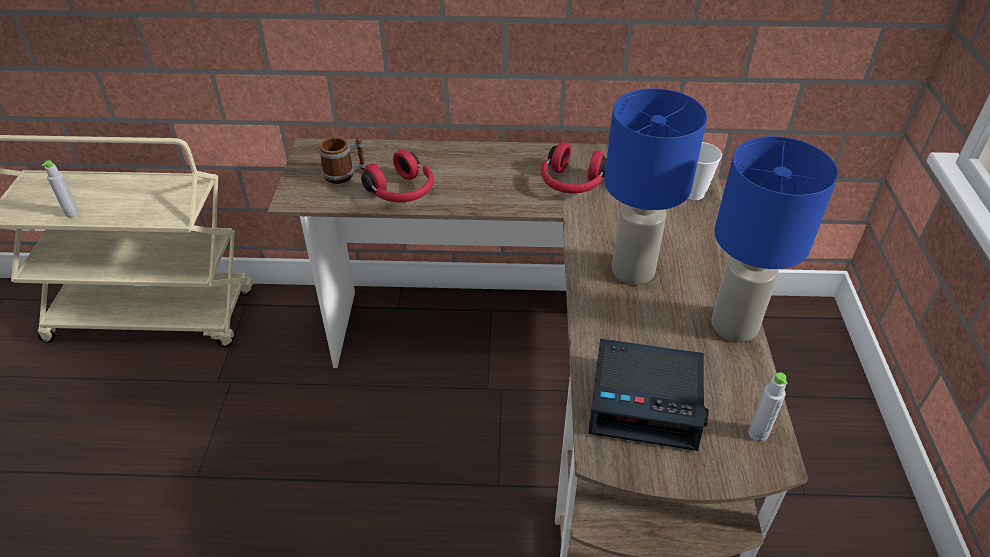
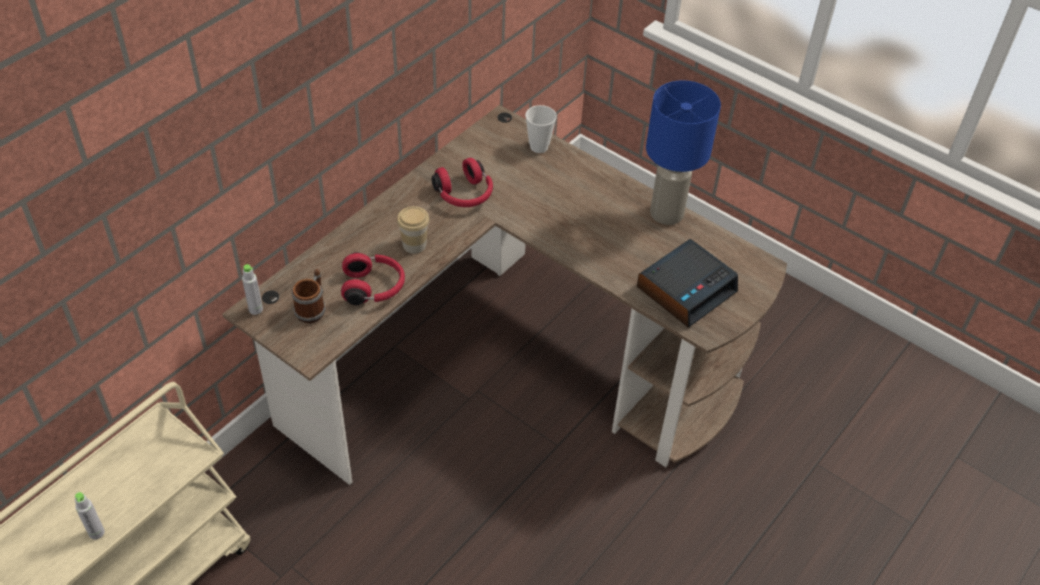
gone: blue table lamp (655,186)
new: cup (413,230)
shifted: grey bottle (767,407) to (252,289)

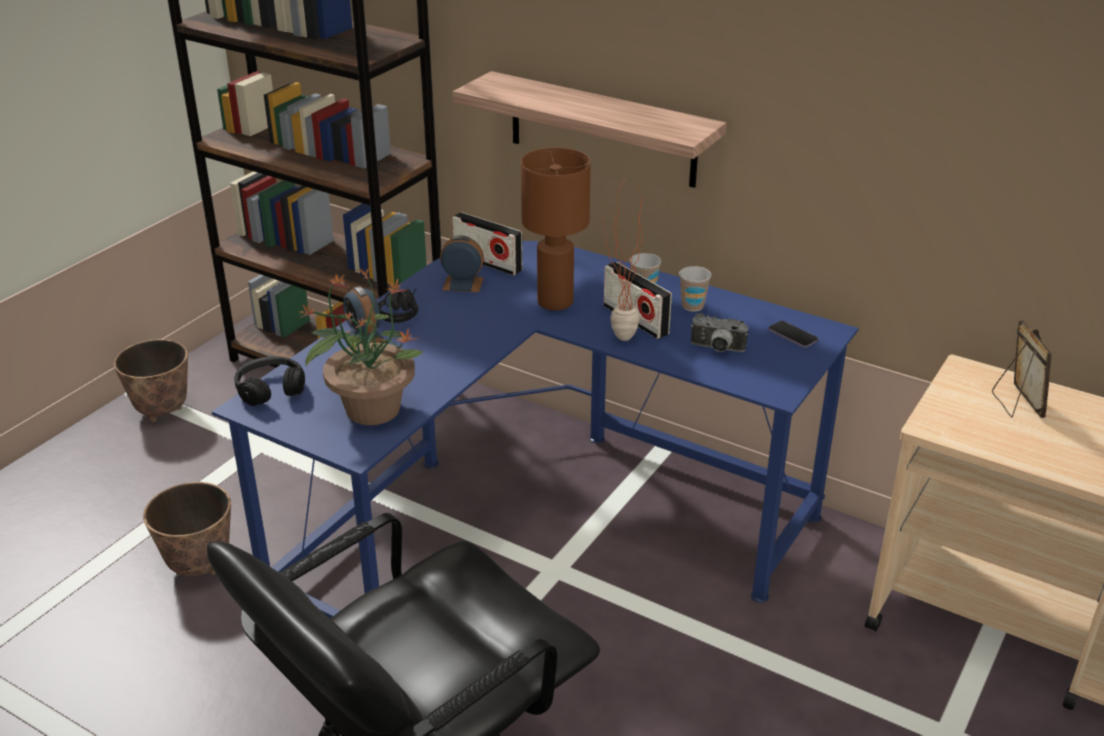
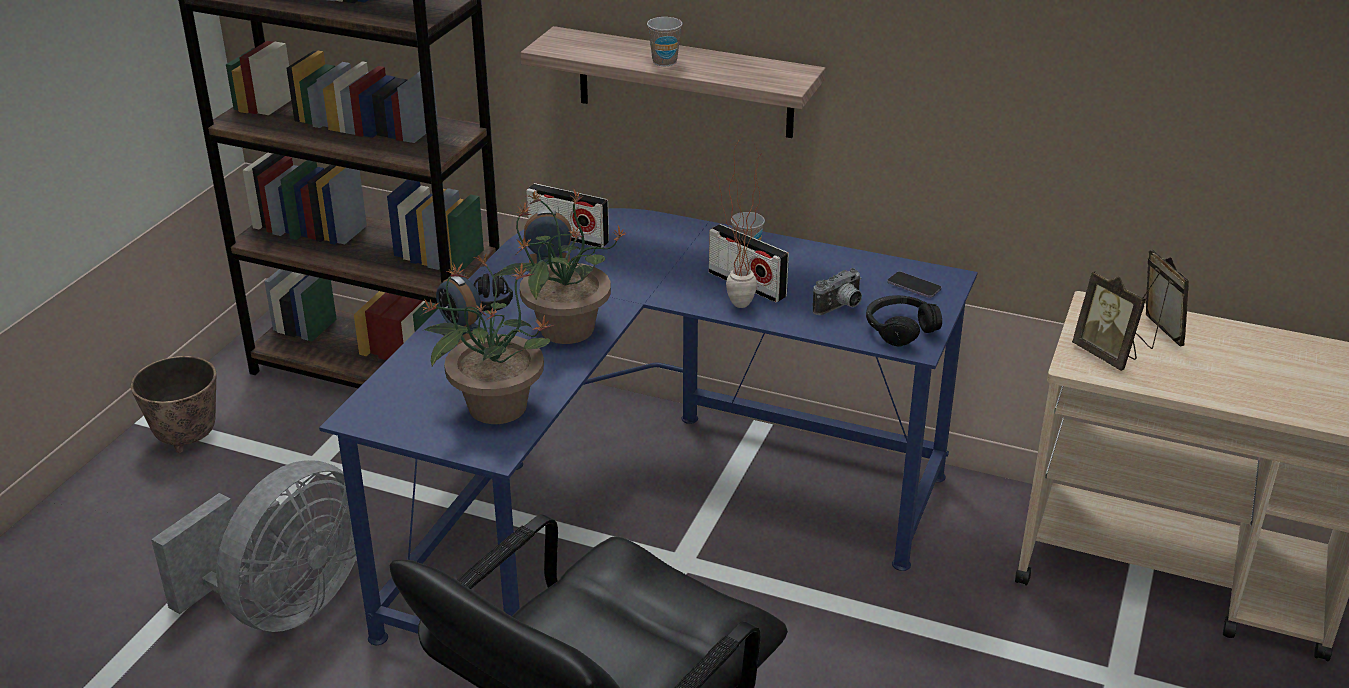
gone: brown table lamp (556,228)
new: potted plant (559,266); picture frame (1109,321)
shifted: black headphones (269,381) to (904,321); cup (695,289) to (665,41)
swapped: planter (187,529) to grey fan (254,546)
rotated: photo camera (719,332) = (837,291) 45 degrees counterclockwise

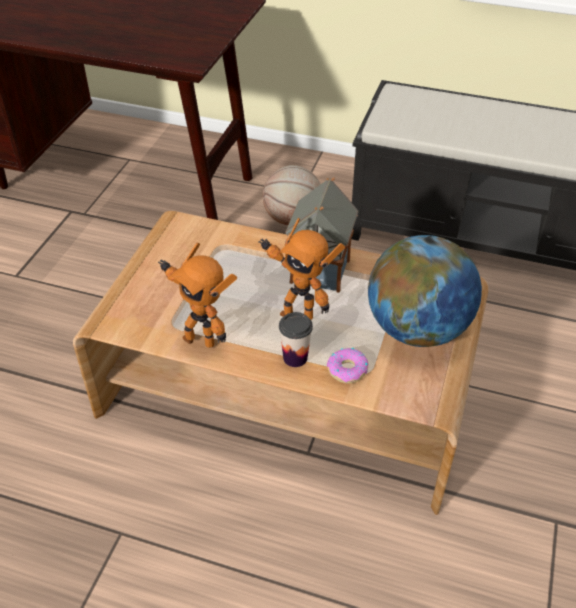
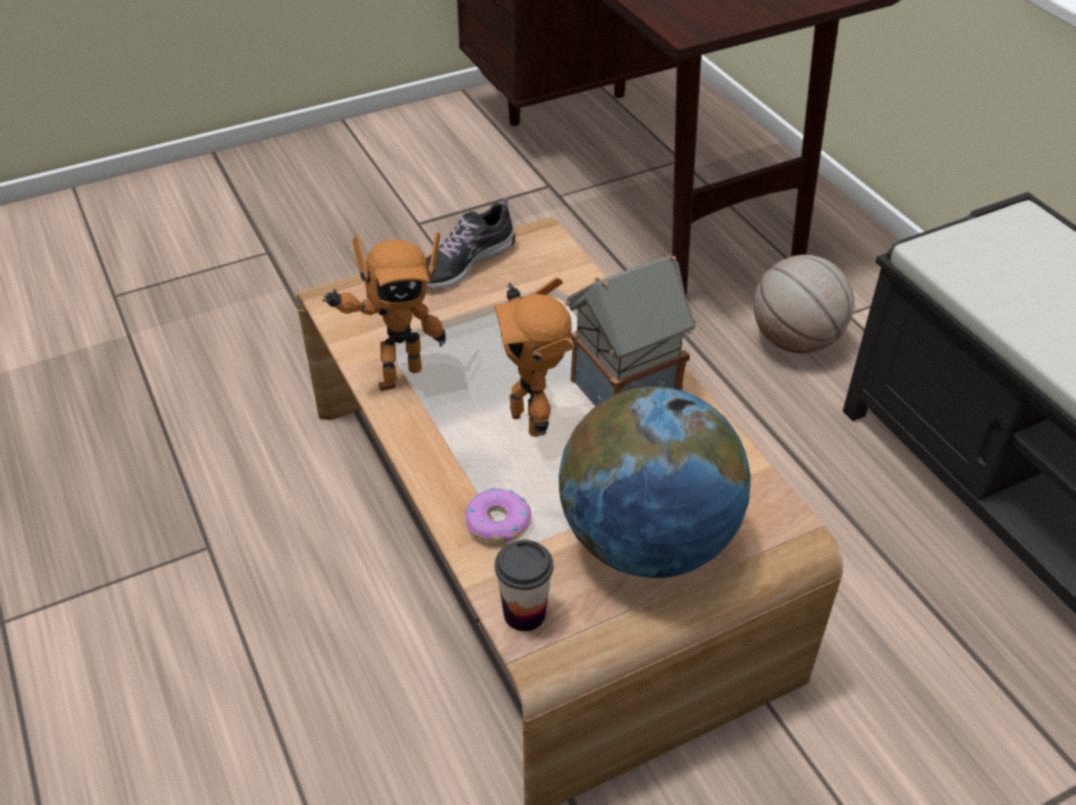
new: shoe (470,243)
shifted: cup (296,339) to (524,585)
rotated: toy robot (197,295) = (384,311) 105 degrees counterclockwise

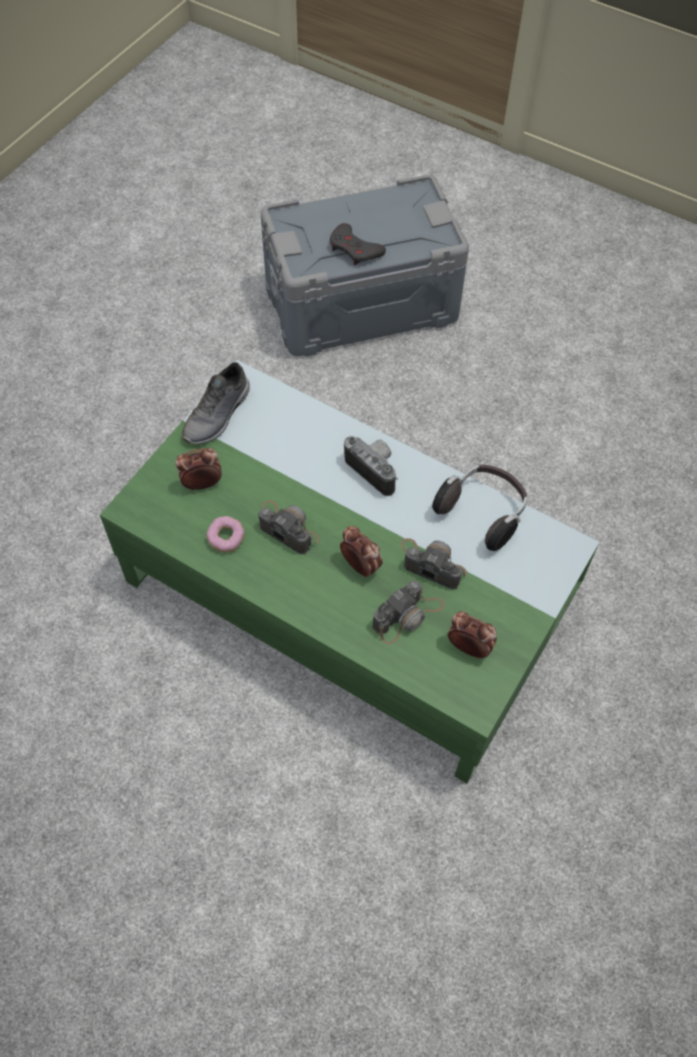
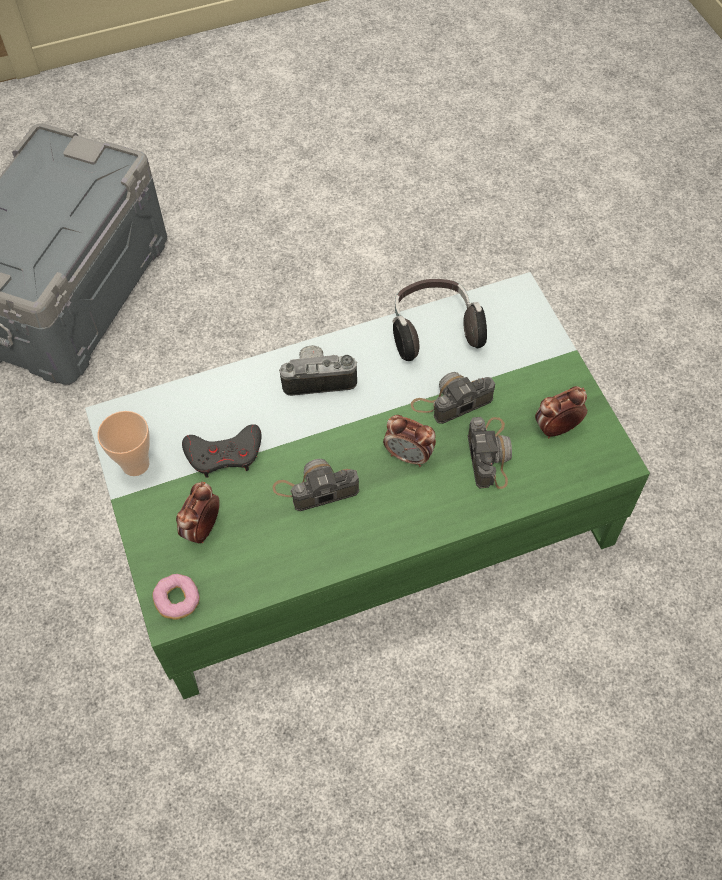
shifted: donut (225,534) to (176,597); grey game controller (358,244) to (222,451)
swapped: grey shoe (216,403) to cup (123,443)
rotated: alarm clock (361,552) = (409,441) 150 degrees counterclockwise

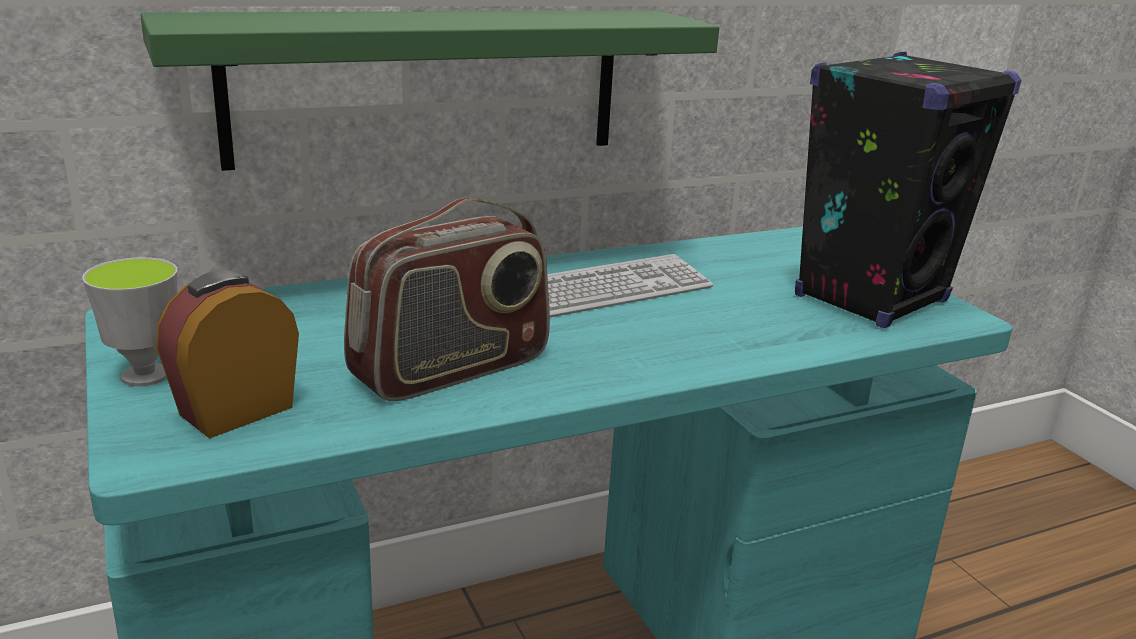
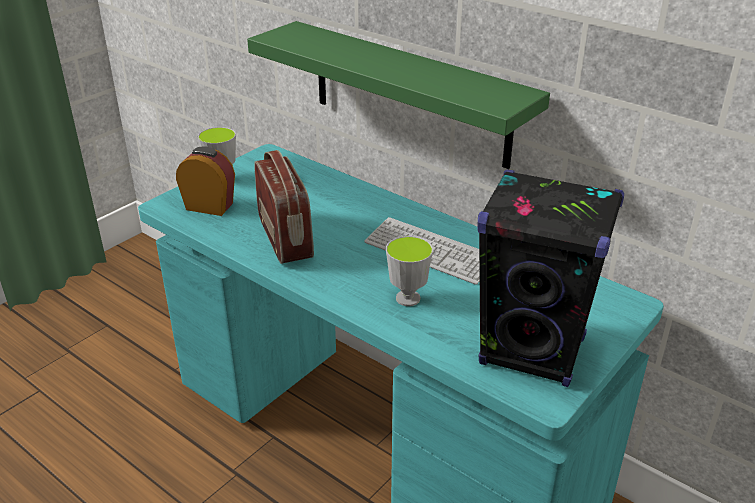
new: cup (409,271)
rotated: radio (447,299) = (284,207) 135 degrees counterclockwise

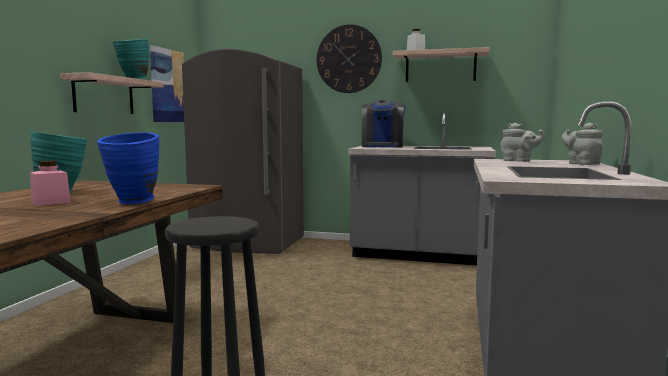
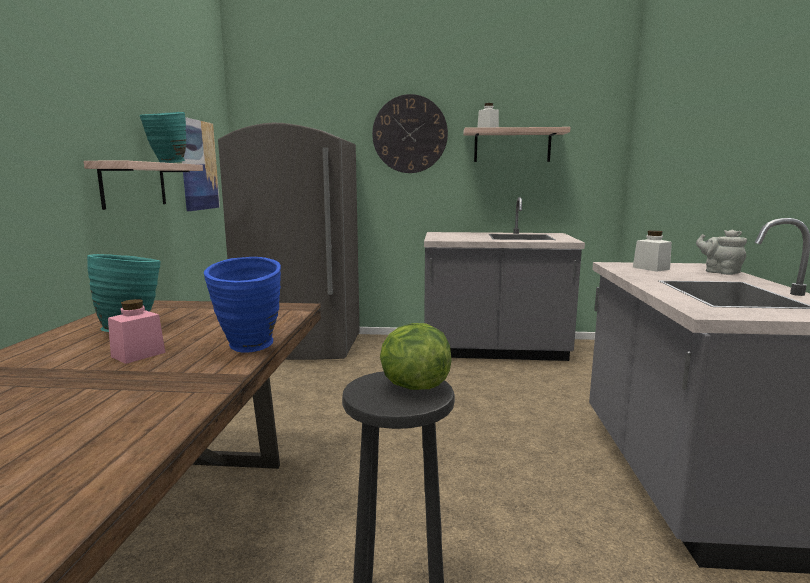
gone: coffee machine (383,123)
new: lettuce (416,356)
swapped: grey teapot (522,142) to white jar (652,251)

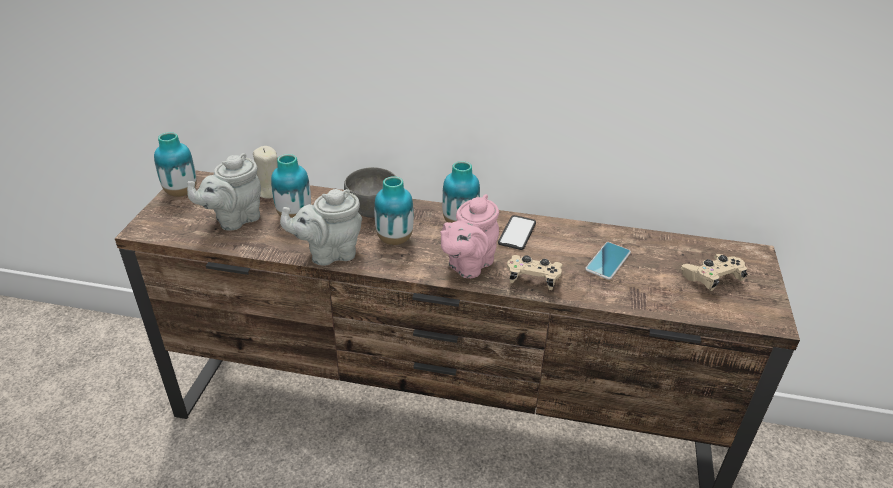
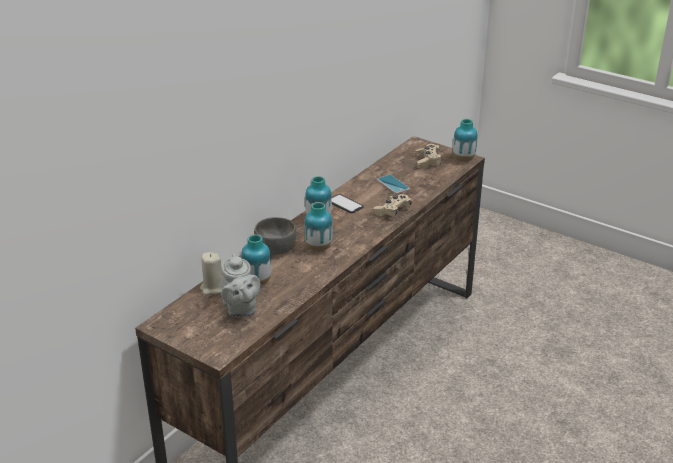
gone: grey teapot (321,227); pink teapot (469,236)
shifted: vase (175,164) to (465,140)

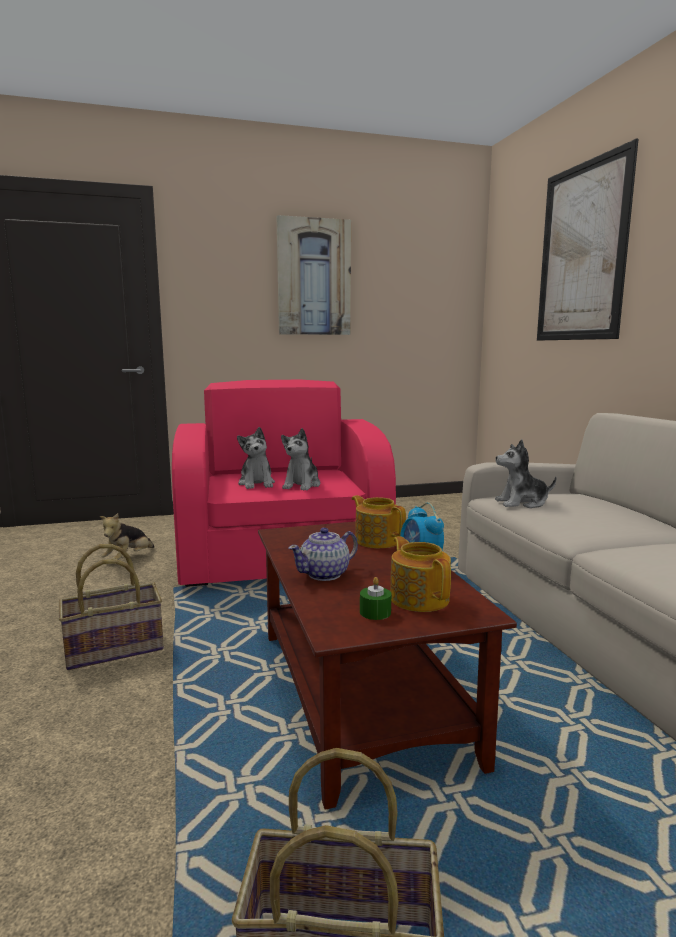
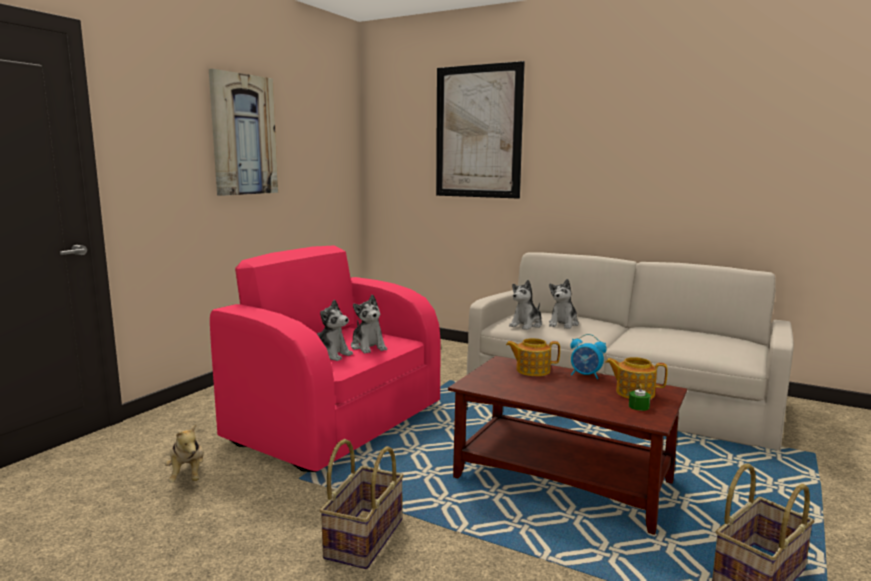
gone: teapot (323,554)
new: plush toy (564,304)

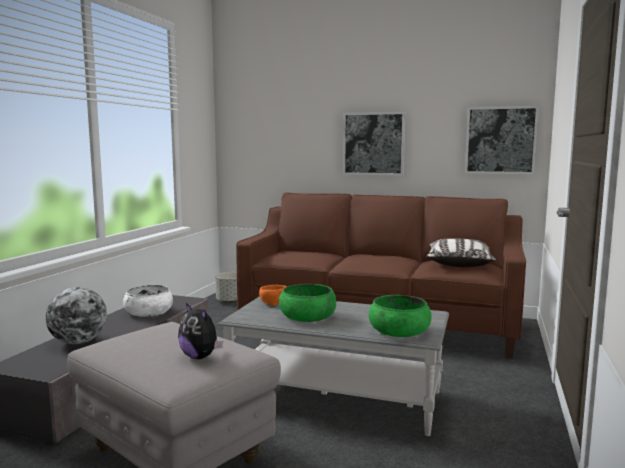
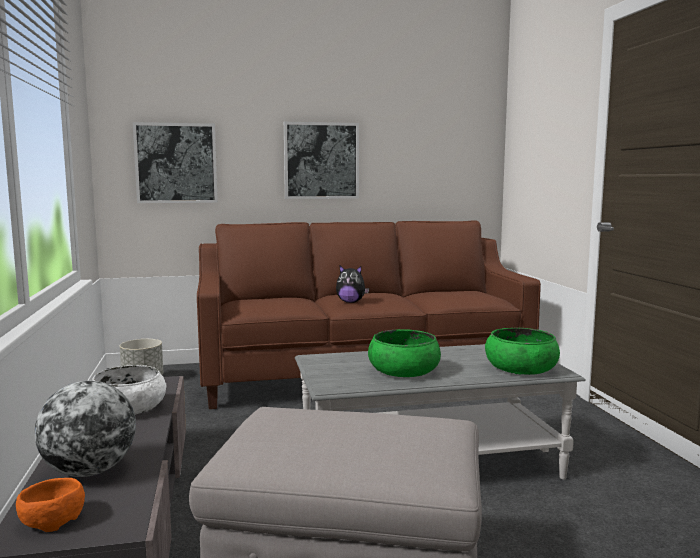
gone: pillow (461,252)
shifted: plush toy (200,331) to (352,284); orange bowl (273,295) to (50,505); picture (502,140) to (175,162)

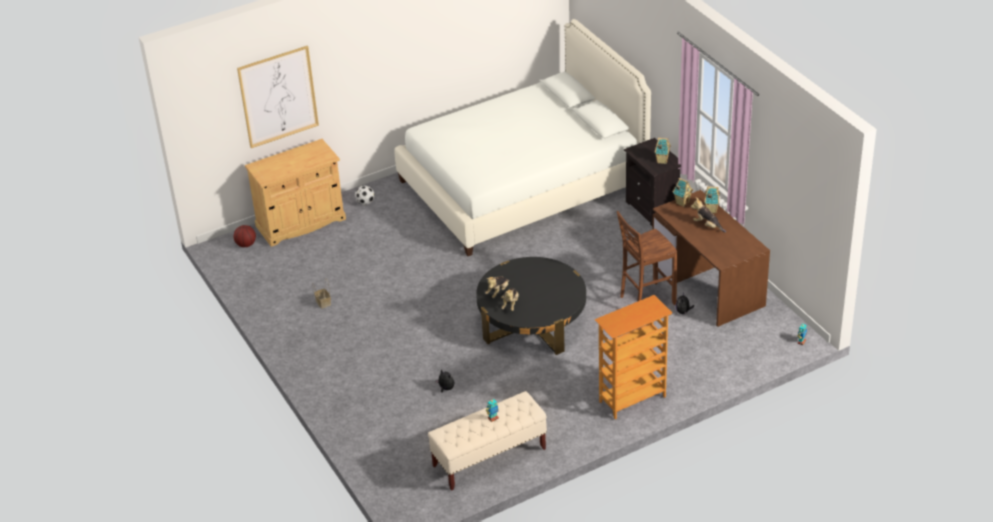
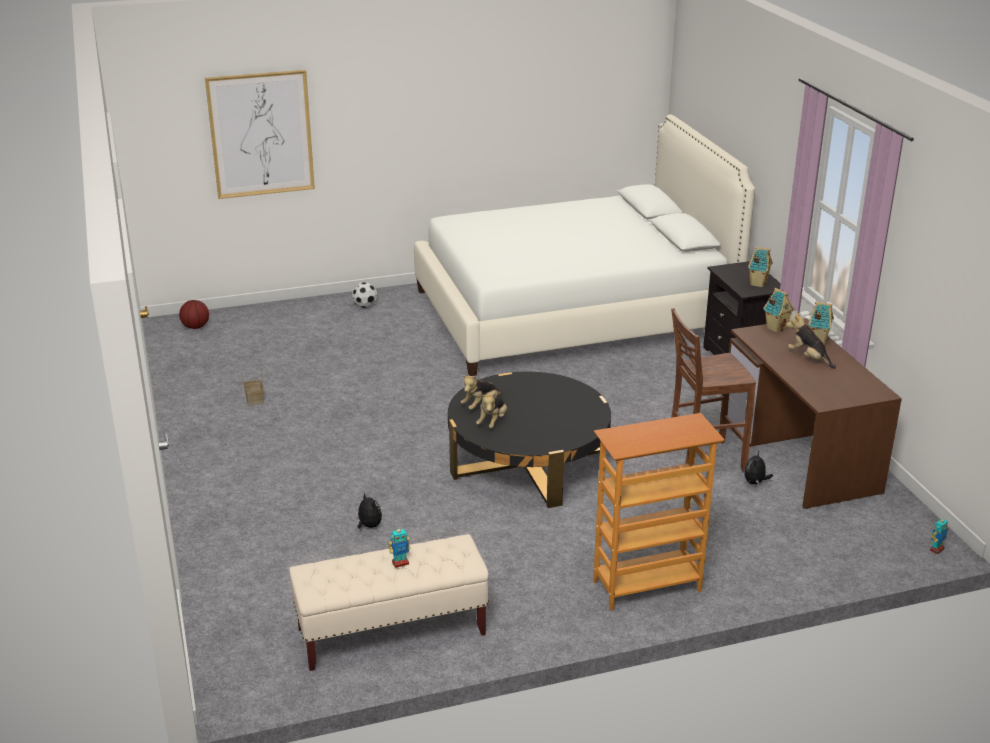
gone: beige cabinet (295,193)

